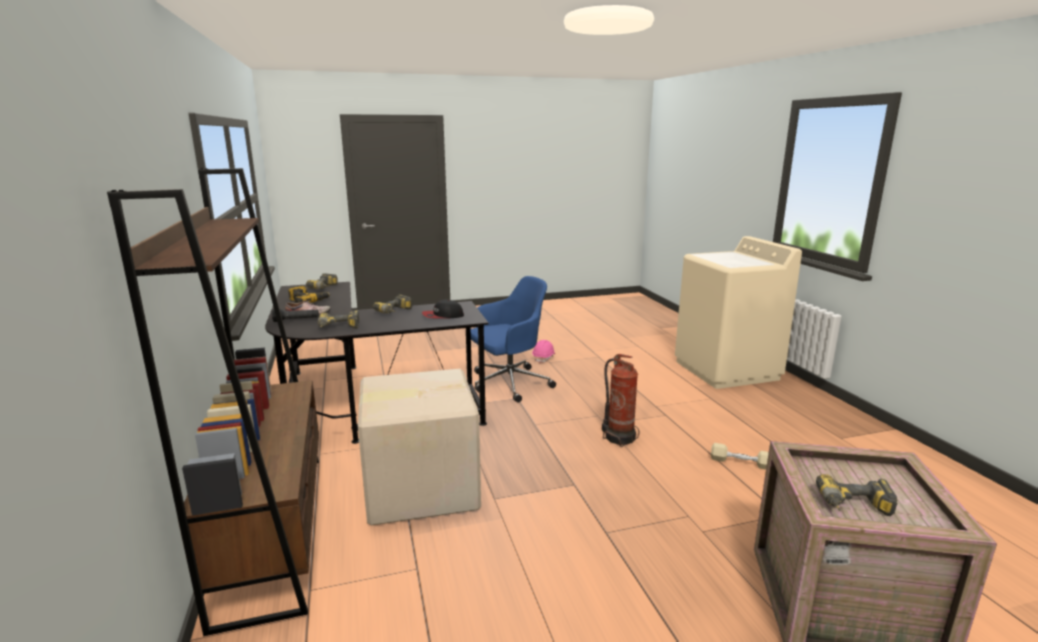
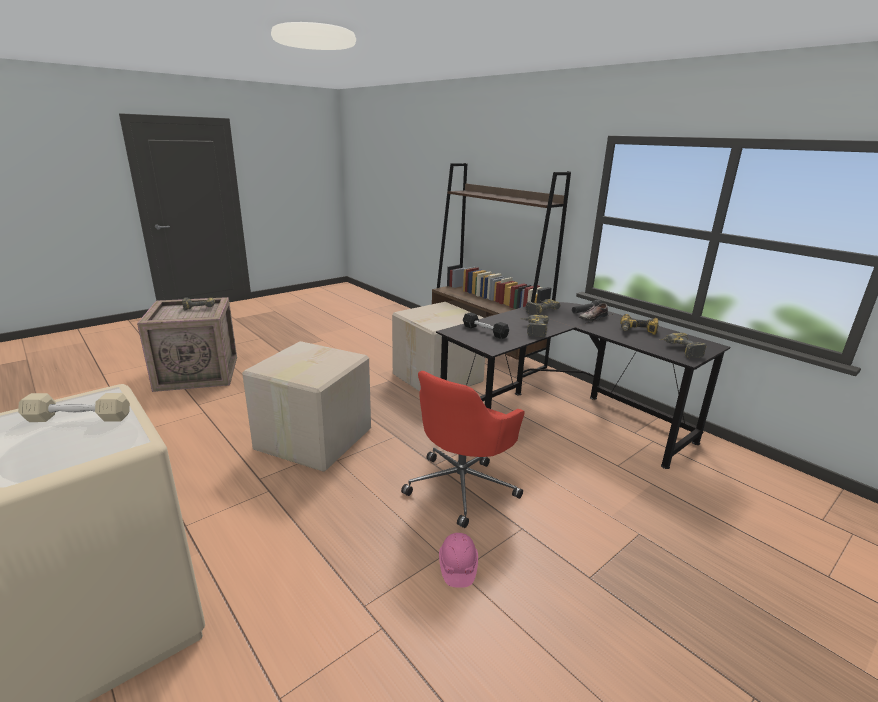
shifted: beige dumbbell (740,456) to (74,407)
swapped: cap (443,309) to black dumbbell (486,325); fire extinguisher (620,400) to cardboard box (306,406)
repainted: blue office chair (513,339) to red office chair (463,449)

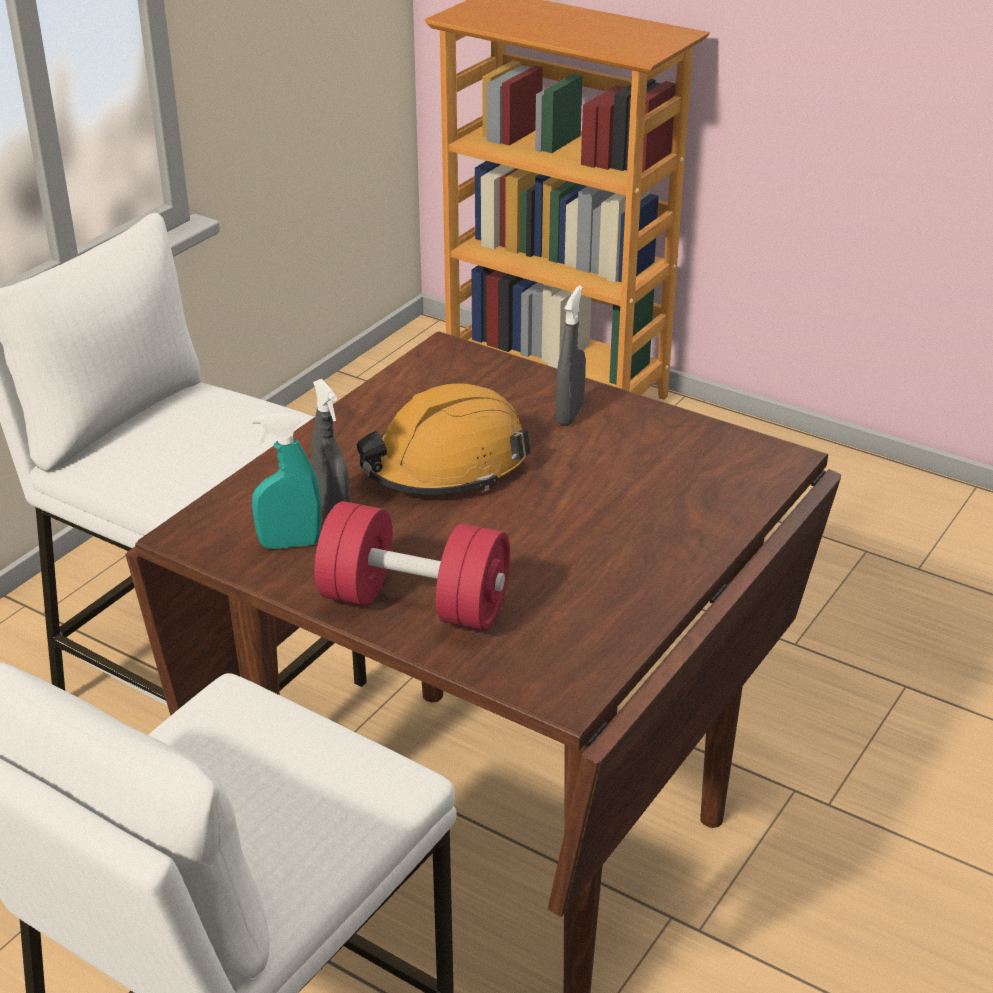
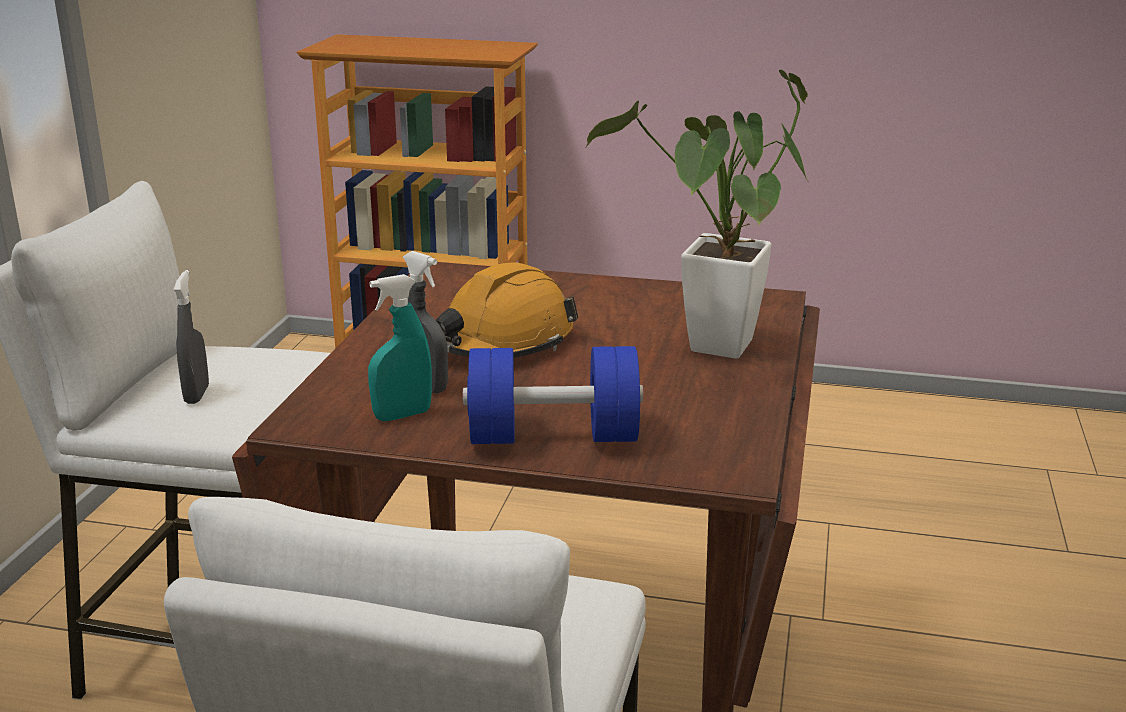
new: potted plant (697,214)
shifted: grey spray bottle (571,355) to (191,337)
repainted: red dumbbell (412,566) to blue dumbbell (553,395)

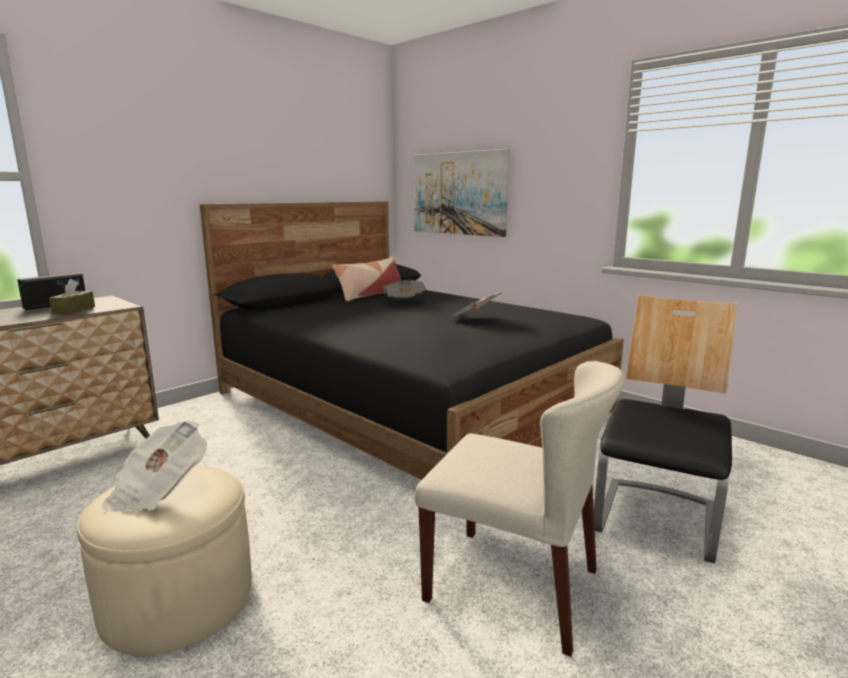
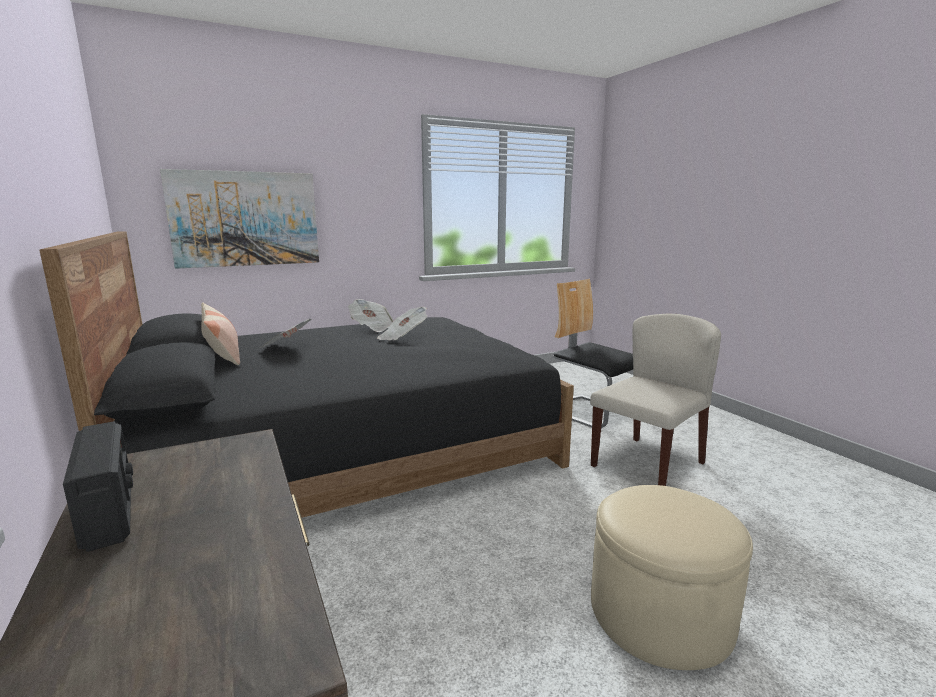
gone: brown tissue box (72,296)
shifted: newspaper (154,466) to (370,315)

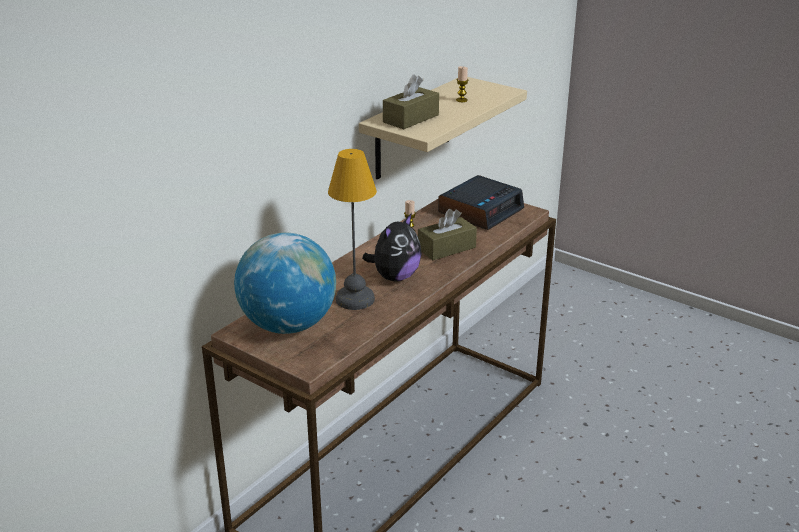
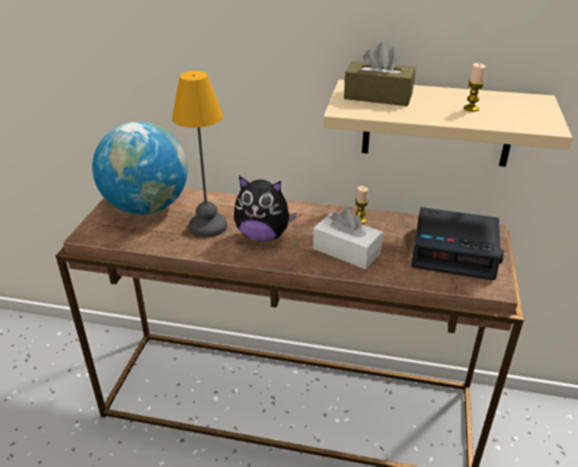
repainted: brown tissue box (447,235) to white tissue box (348,238)

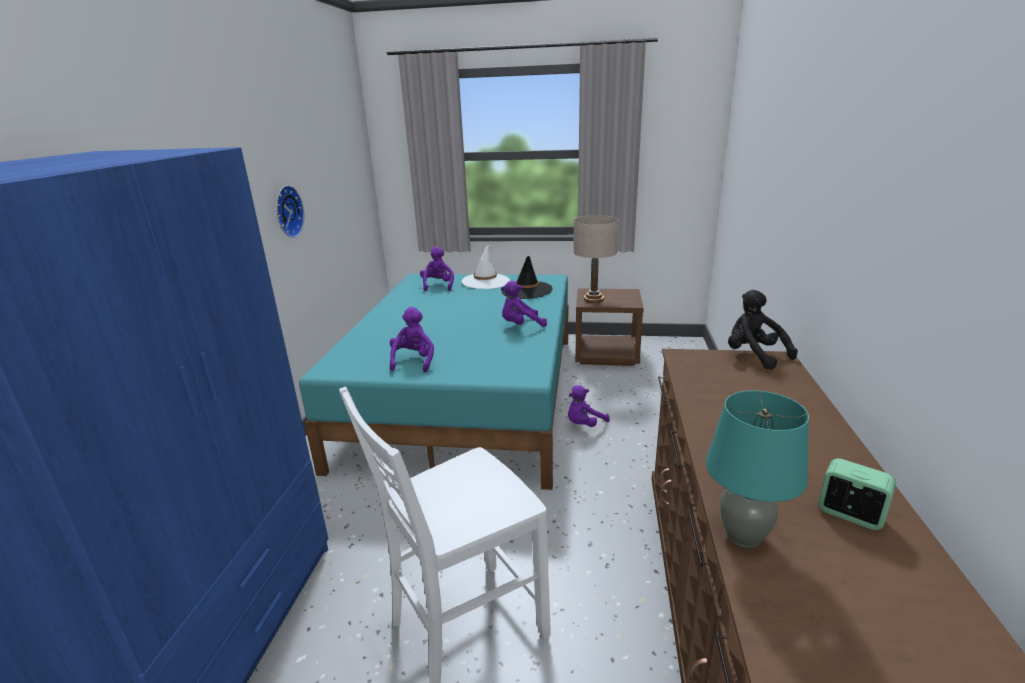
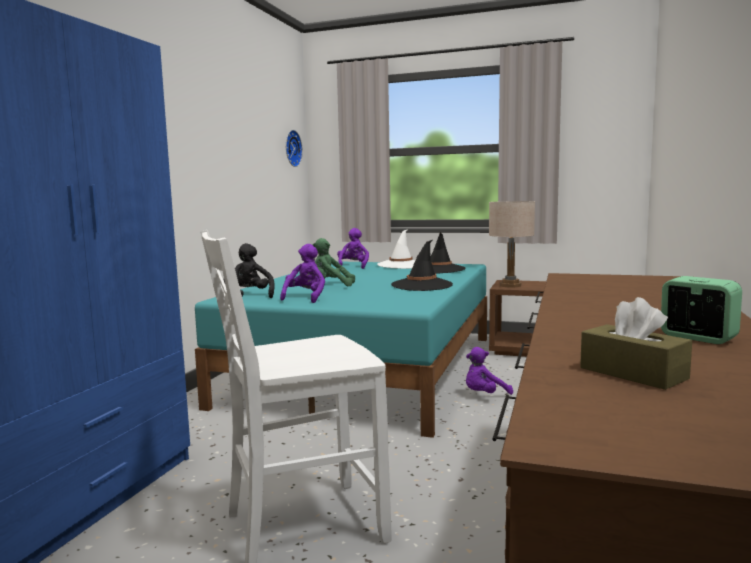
gone: turquoise table lamp (757,469)
new: green plush toy (334,262); brown tissue box (636,343)
shifted: wall clock (290,211) to (294,148); black plush toy (763,330) to (249,270)
swapped: purple plush toy (524,304) to black hat (422,265)

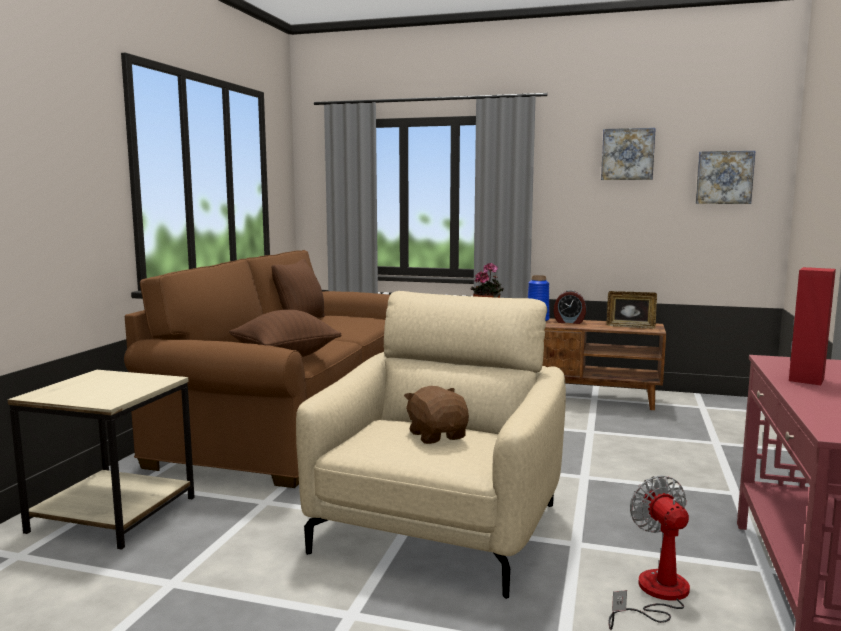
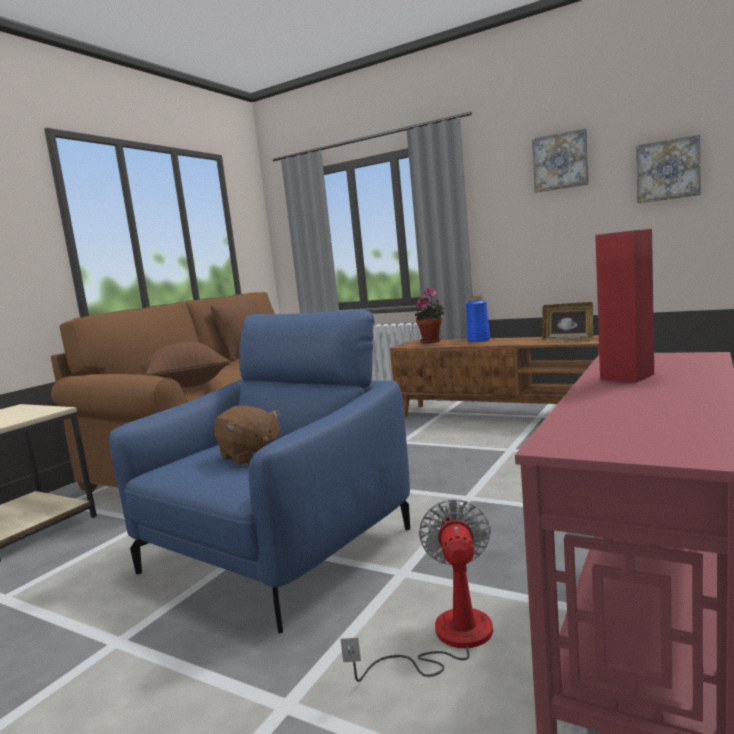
gone: alarm clock (570,307)
repainted: beige armchair (431,445) to blue armchair (259,471)
rotated: brown plush toy (436,415) = (247,435) 150 degrees clockwise

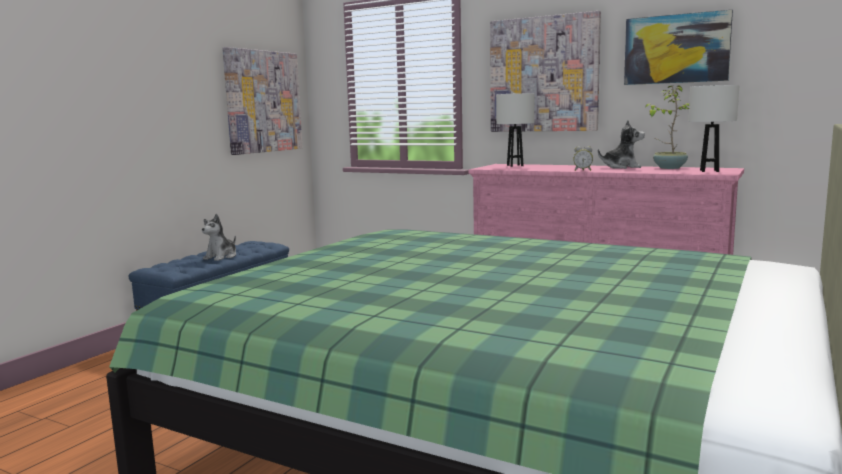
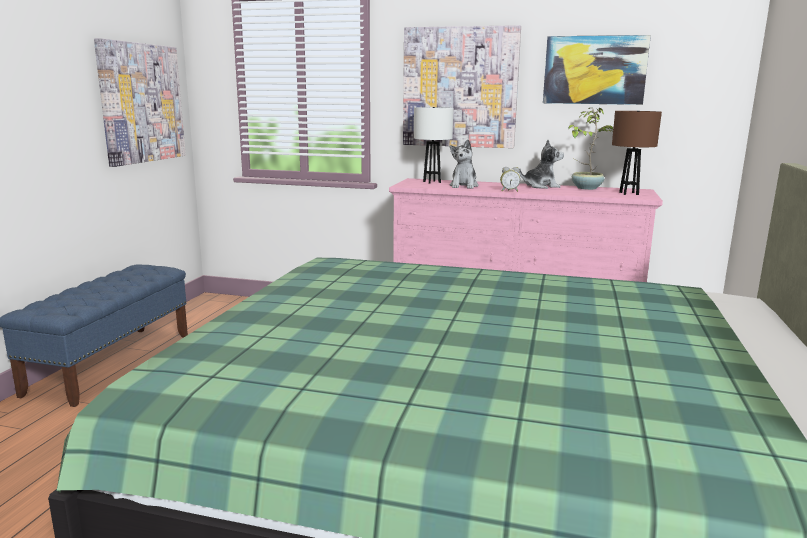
shifted: plush toy (219,237) to (464,164)
repainted: white table lamp (714,128) to brown table lamp (637,153)

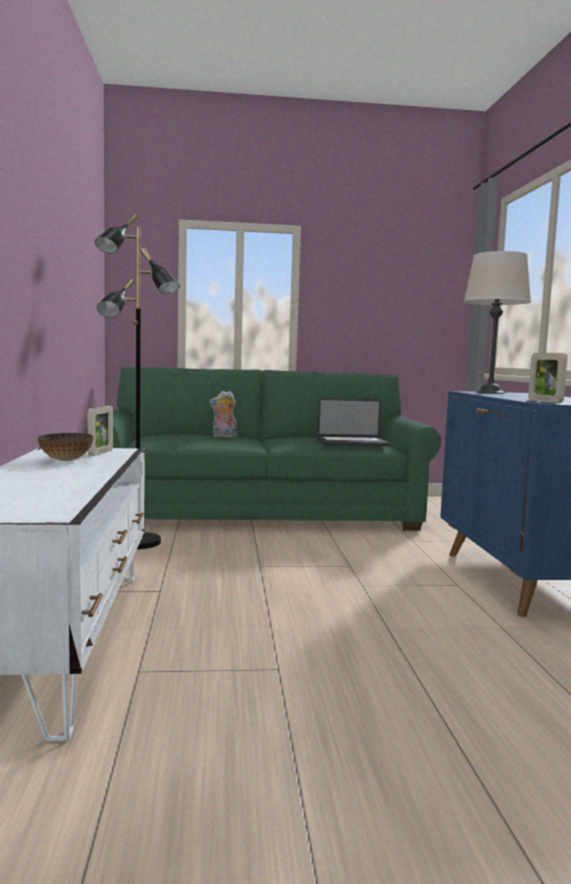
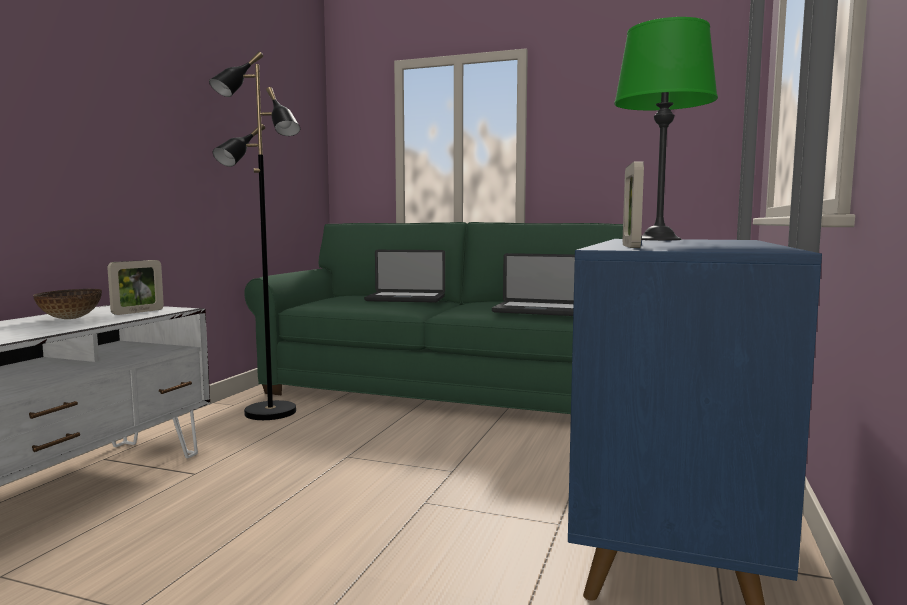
swapped: plush toy (223,414) to laptop (404,276)
repainted: beige table lamp (497,322) to green table lamp (666,128)

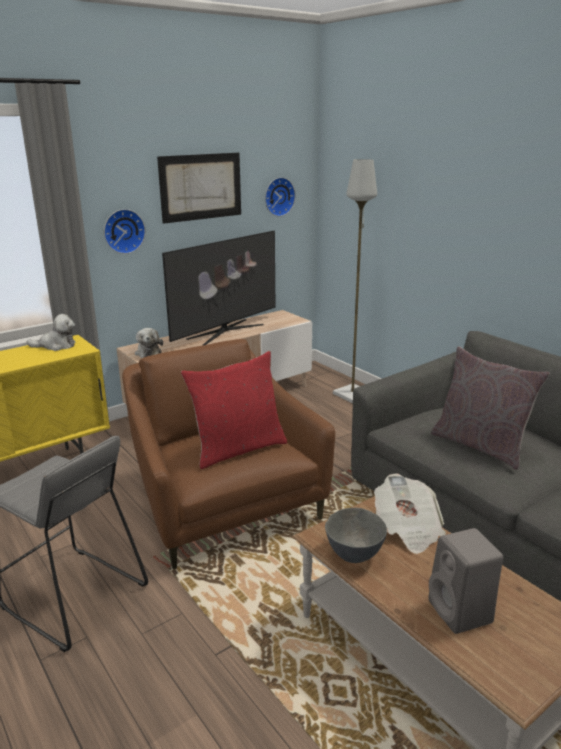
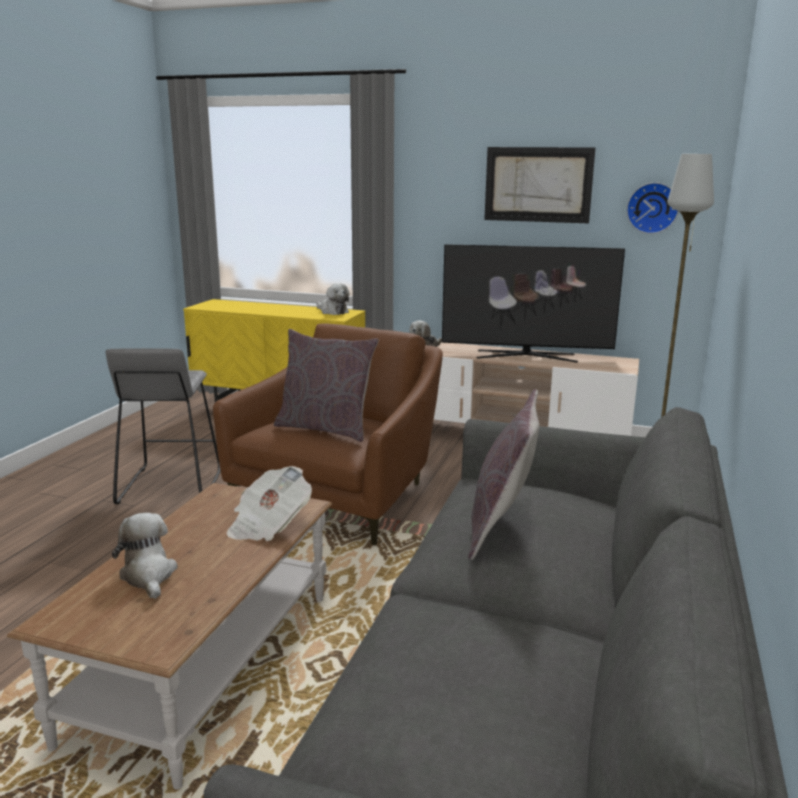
gone: wall clock (125,231); grey bowl (356,535)
swapped: grey speaker (465,581) to plush toy (145,556)
repainted: red pillow (234,410) to grey pillow (326,385)

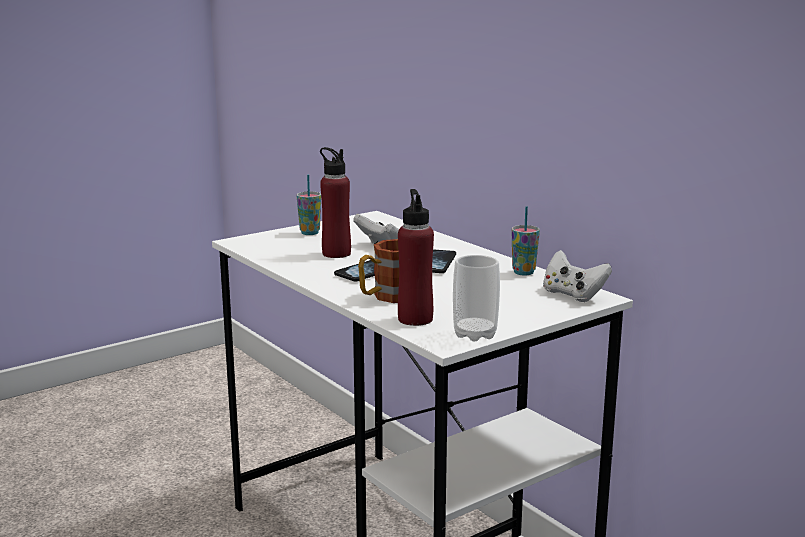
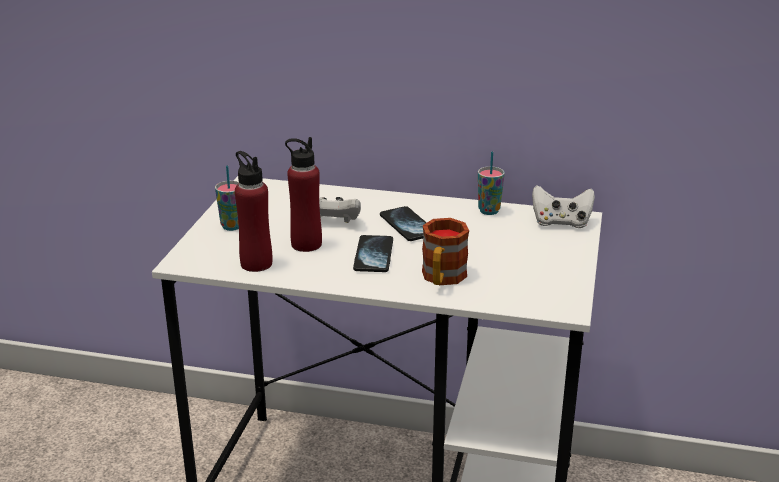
gone: cup (476,298)
shifted: red bottle (416,257) to (253,211)

